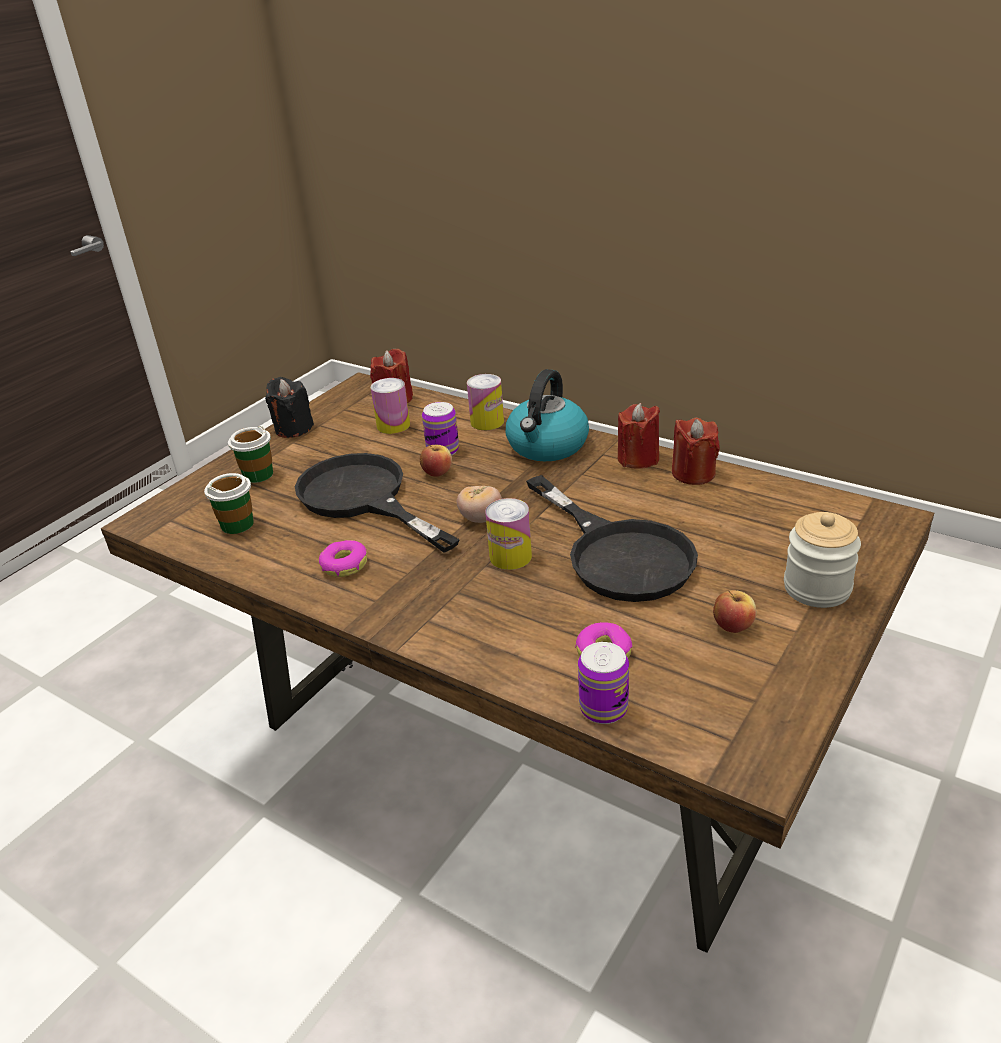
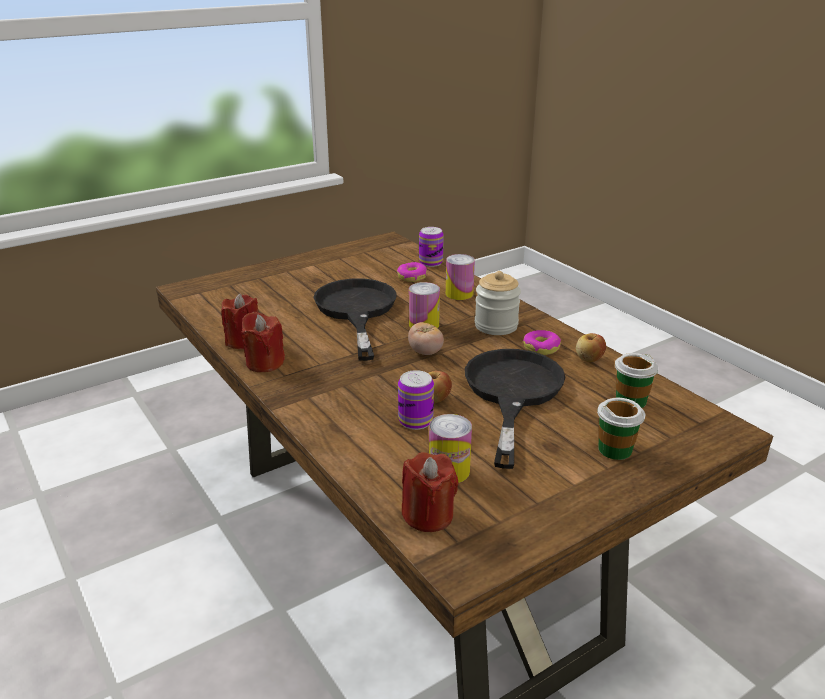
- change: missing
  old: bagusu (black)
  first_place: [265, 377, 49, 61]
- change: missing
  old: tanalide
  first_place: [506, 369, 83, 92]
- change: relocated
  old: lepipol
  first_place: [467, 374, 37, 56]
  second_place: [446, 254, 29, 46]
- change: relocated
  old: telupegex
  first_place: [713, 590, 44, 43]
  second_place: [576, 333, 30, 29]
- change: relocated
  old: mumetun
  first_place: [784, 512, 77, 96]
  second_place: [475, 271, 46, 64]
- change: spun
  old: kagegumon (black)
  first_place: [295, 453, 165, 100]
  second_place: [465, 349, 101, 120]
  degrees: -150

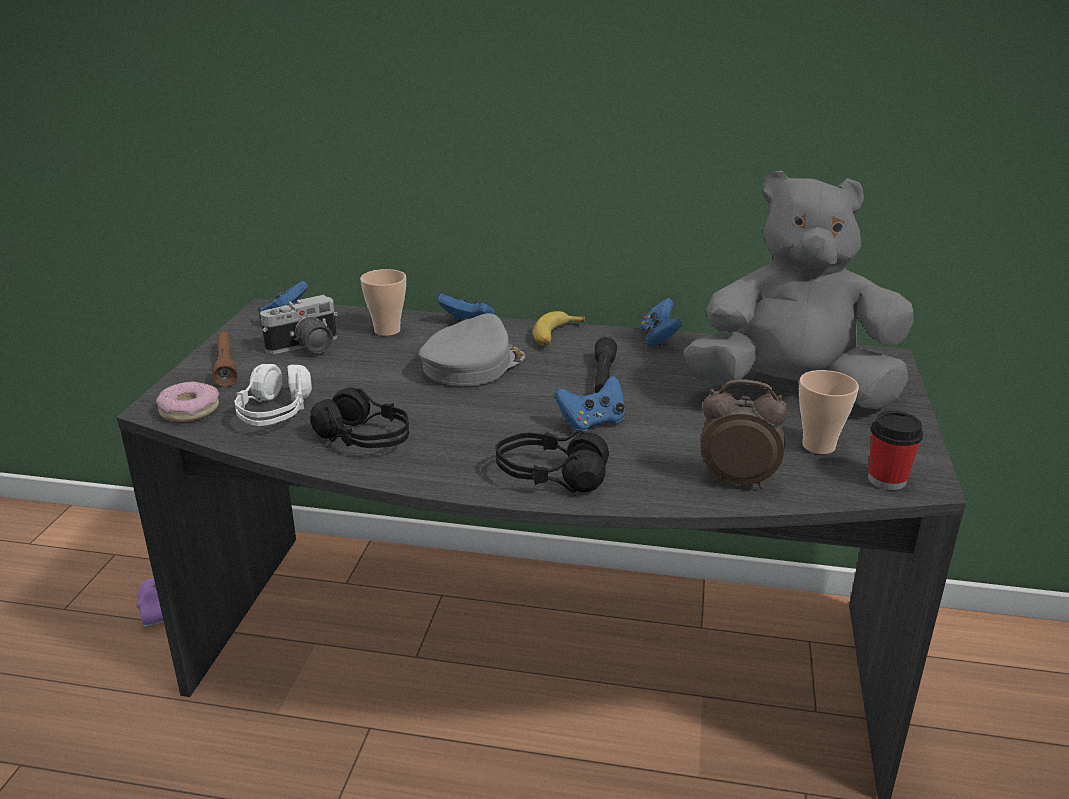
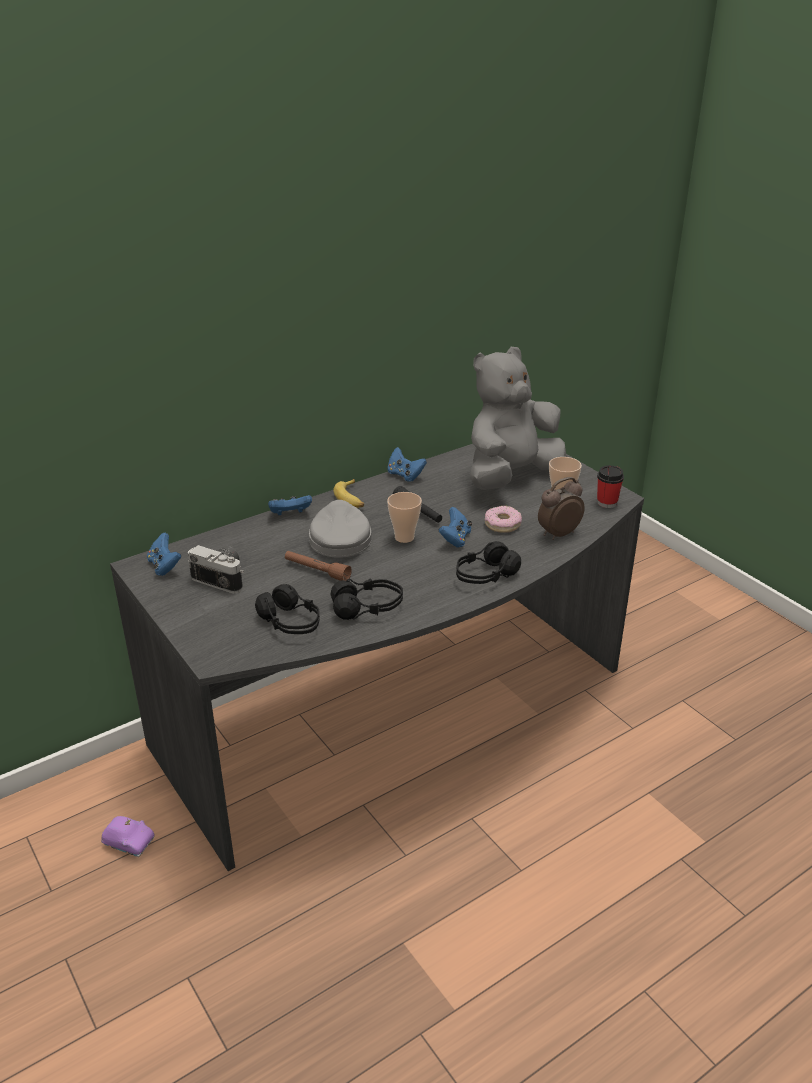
- change: relocated
  old: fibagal
  first_place: [156, 381, 63, 41]
  second_place: [485, 506, 37, 27]
- change: relocated
  old: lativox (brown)
  first_place: [213, 331, 25, 56]
  second_place: [285, 551, 67, 30]
- change: relocated
  old: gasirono
  first_place: [360, 269, 46, 67]
  second_place: [387, 492, 35, 51]
- change: colour
  old: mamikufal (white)
  new: mamikufal (black)
  first_place: [234, 364, 78, 62]
  second_place: [255, 584, 65, 50]
- change: spun
  old: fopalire
  first_place: [260, 295, 78, 59]
  second_place: [188, 545, 56, 49]
  degrees: -75

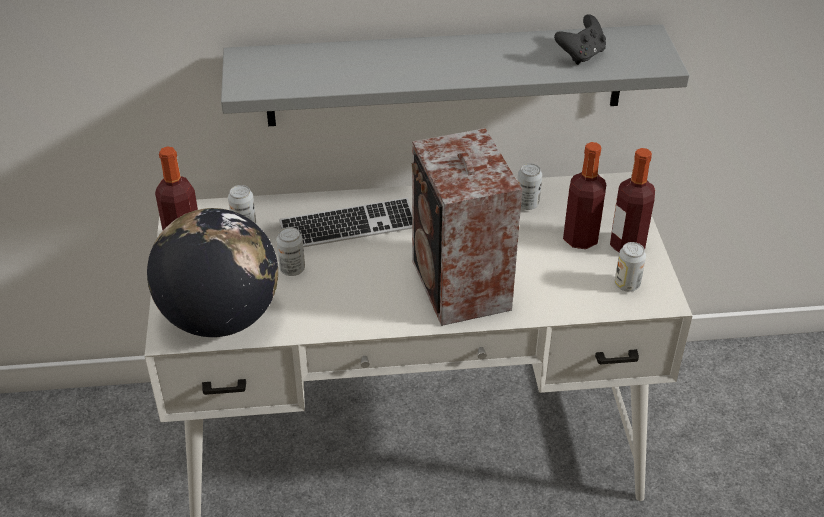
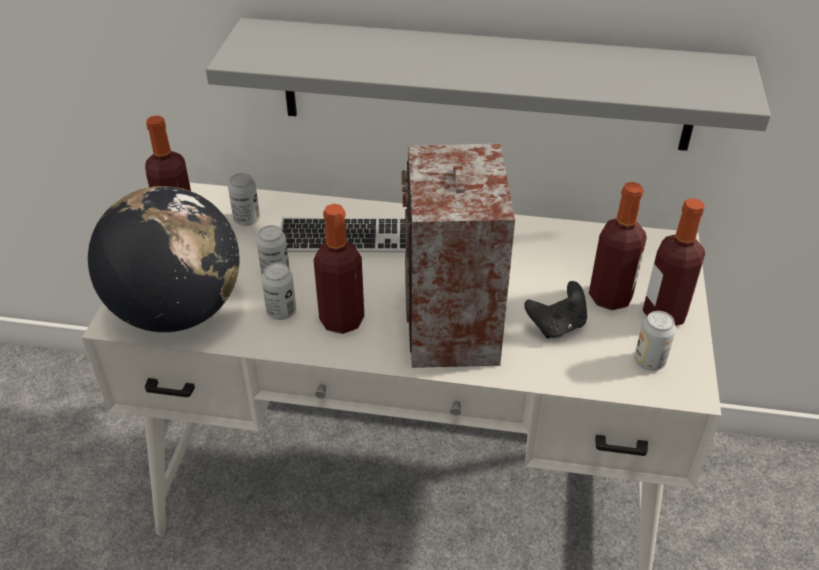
- change: appeared
  new: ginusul
  second_place: [314, 204, 50, 130]
- change: relocated
  old: lepipol
  first_place: [517, 163, 25, 47]
  second_place: [261, 263, 35, 57]
- change: relocated
  old: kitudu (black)
  first_place: [554, 14, 52, 51]
  second_place: [524, 281, 63, 58]

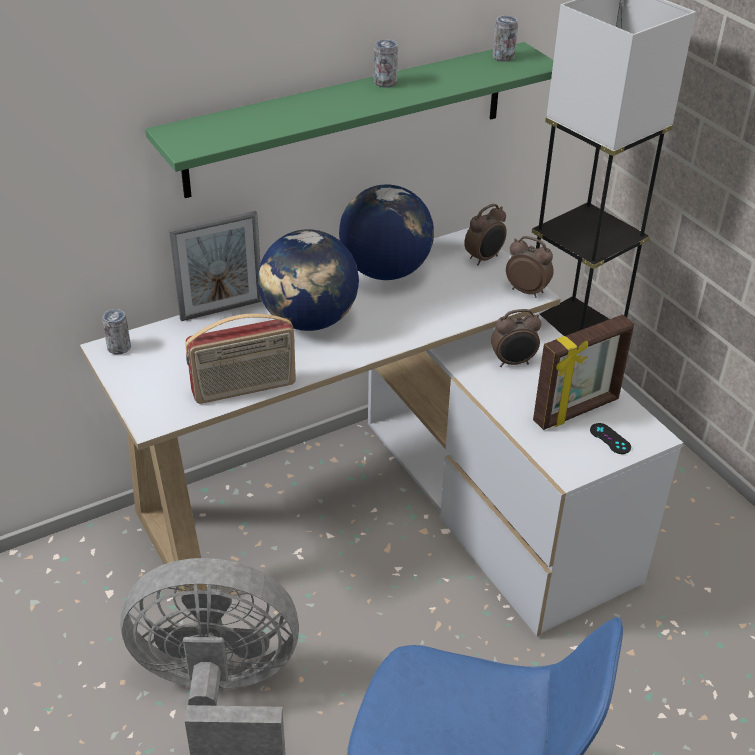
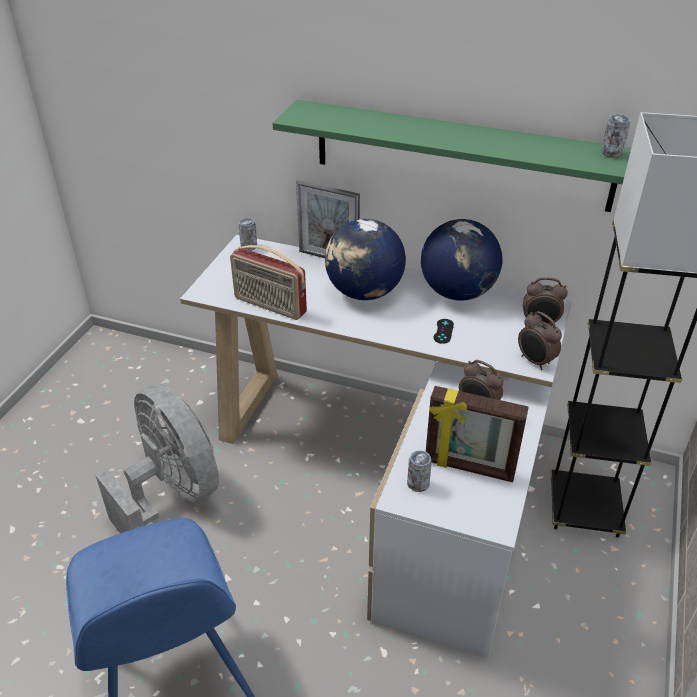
- change: relocated
  old: lepipol
  first_place: [374, 39, 24, 48]
  second_place: [407, 450, 25, 42]
- change: relocated
  old: kitudu (black)
  first_place: [590, 423, 41, 31]
  second_place: [434, 319, 20, 25]
- change: spun
  old: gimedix
  first_place: [506, 236, 48, 62]
  second_place: [518, 311, 44, 59]
  degrees: 150

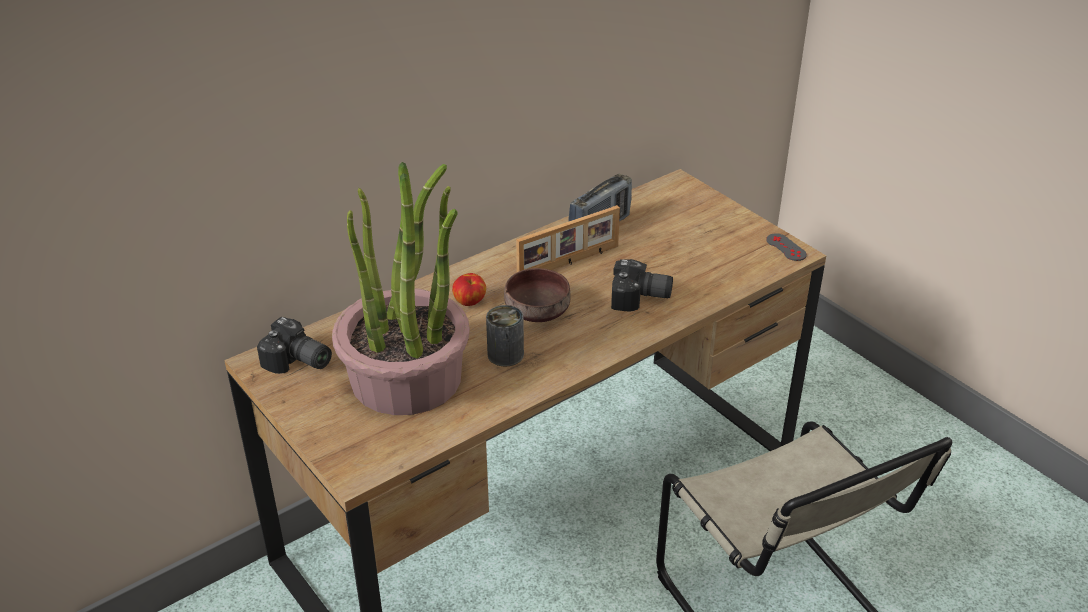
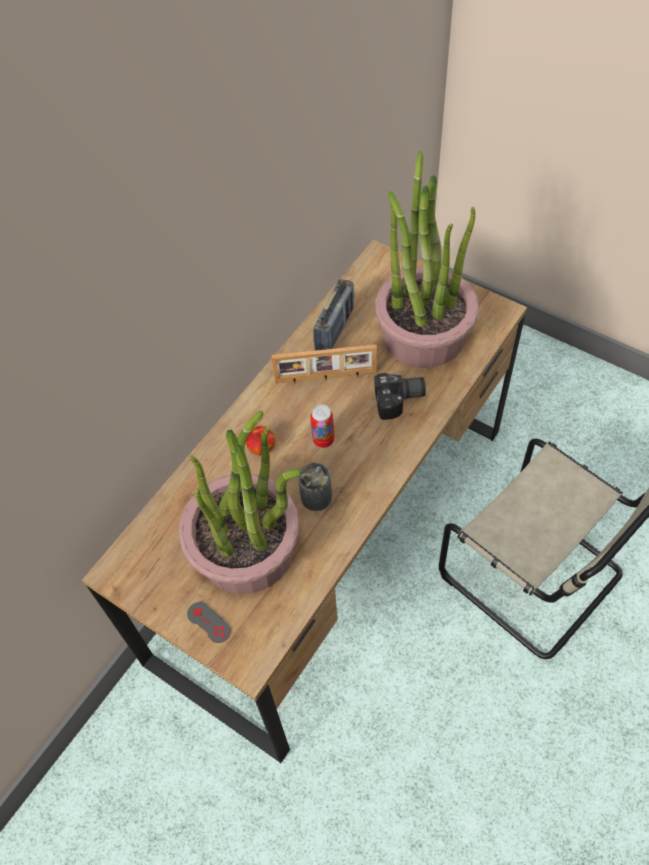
- change: missing
  old: fopalire
  first_place: [257, 317, 75, 57]
- change: appeared
  new: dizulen
  second_place: [375, 151, 104, 217]
- change: relocated
  old: kitudu (grey)
  first_place: [766, 233, 41, 28]
  second_place: [187, 602, 44, 41]
- change: exchanged
  old: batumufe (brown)
  new: lepipol
  first_place: [504, 268, 67, 54]
  second_place: [310, 405, 24, 43]
- change: spun
  old: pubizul
  first_place: [516, 205, 104, 67]
  second_place: [271, 345, 106, 39]
  degrees: 45

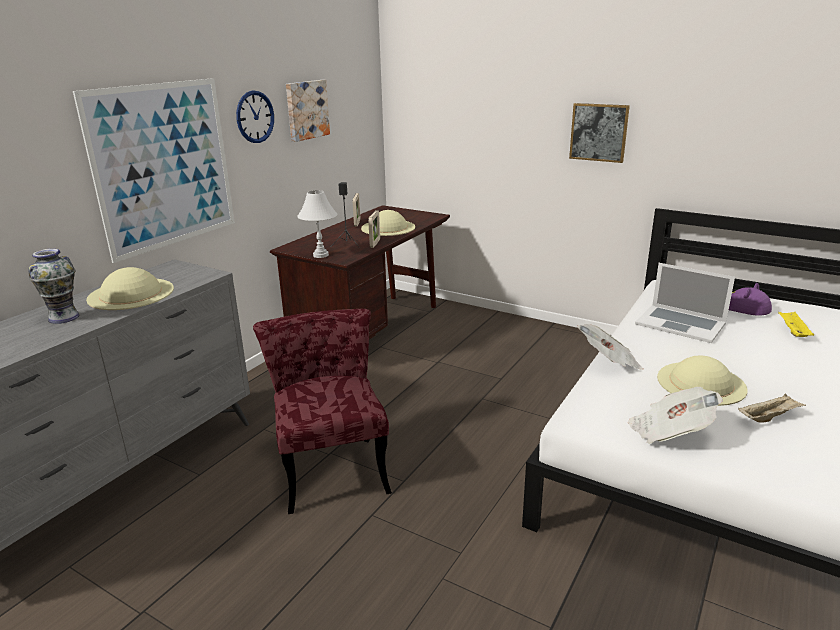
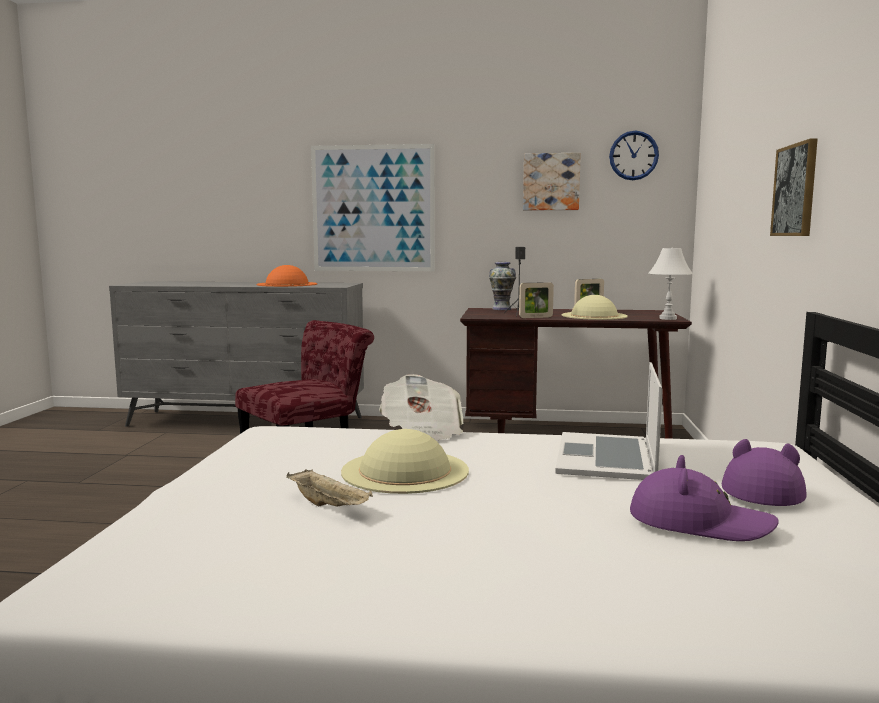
- change: missing
  old: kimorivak
  first_place: [628, 387, 95, 57]
- change: relocated
  old: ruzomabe
  first_place: [28, 248, 52, 76]
  second_place: [489, 262, 27, 48]
- change: relocated
  old: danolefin
  first_place: [236, 91, 38, 52]
  second_place: [609, 131, 50, 49]
- change: relocated
  old: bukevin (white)
  first_place: [297, 190, 40, 68]
  second_place: [648, 248, 45, 72]
- change: exchanged
  old: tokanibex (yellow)
  new: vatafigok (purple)
  first_place: [778, 312, 36, 25]
  second_place: [630, 455, 148, 86]
- change: colour
  old: vatafigok (beige)
  new: vatafigok (orange)
  first_place: [86, 267, 88, 43]
  second_place: [257, 265, 60, 22]

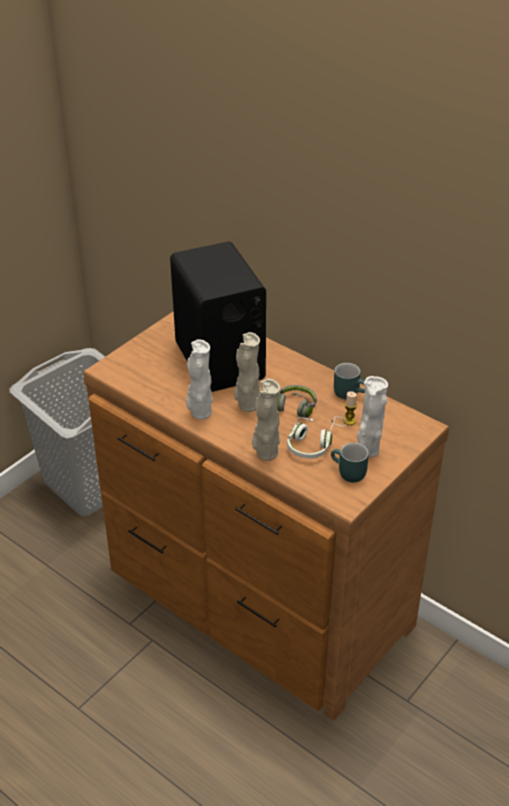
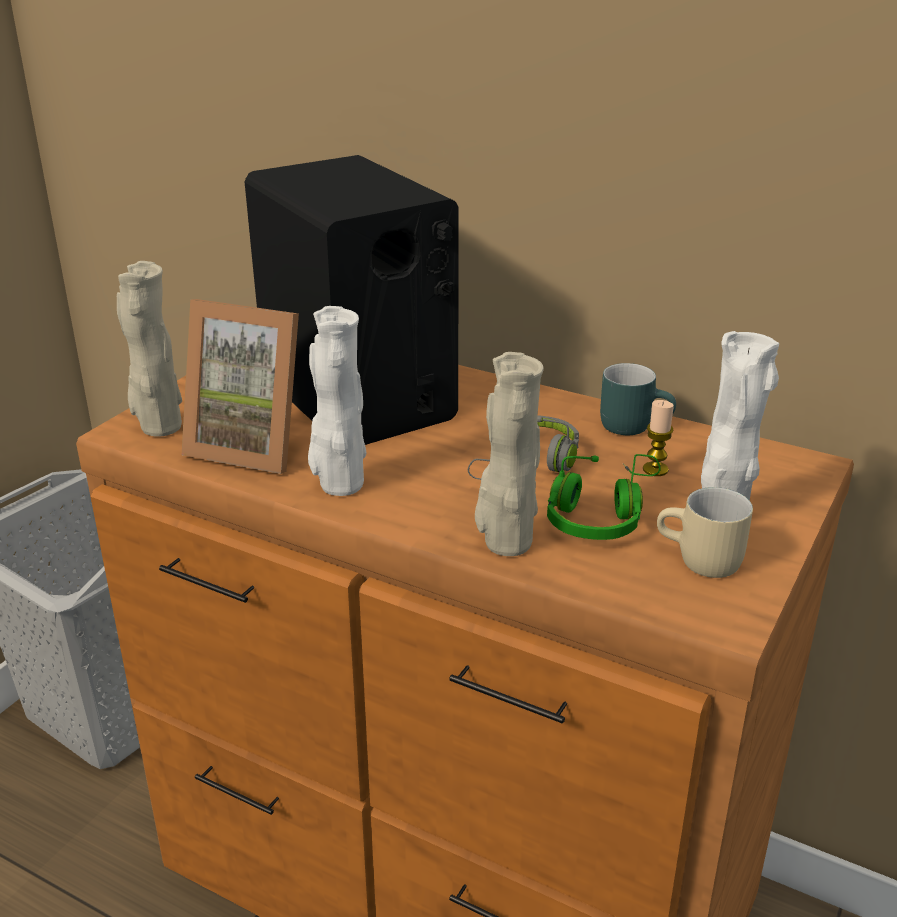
- change: appeared
  new: pubizul
  second_place: [182, 299, 117, 175]
- change: relocated
  old: ruzomabe (beige)
  first_place: [234, 332, 26, 80]
  second_place: [117, 261, 65, 176]
- change: colour
  old: mamikufal (white)
  new: mamikufal (green)
  first_place: [287, 416, 60, 43]
  second_place: [547, 454, 114, 86]
- change: colour
  old: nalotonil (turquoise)
  new: nalotonil (beige)
  first_place: [331, 443, 38, 40]
  second_place: [657, 487, 96, 91]

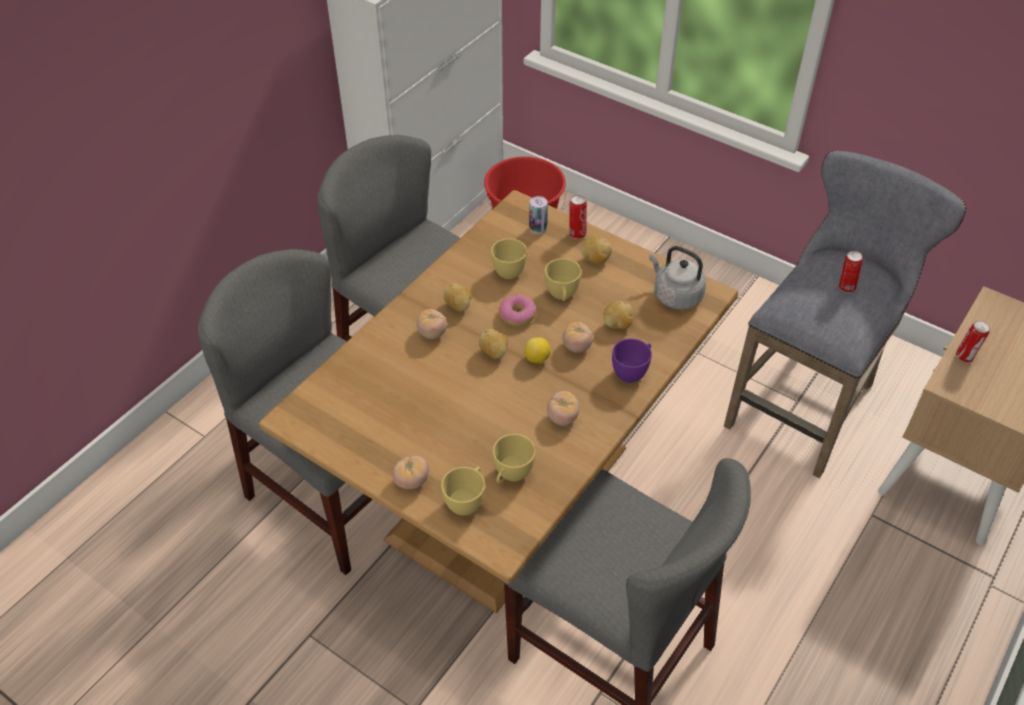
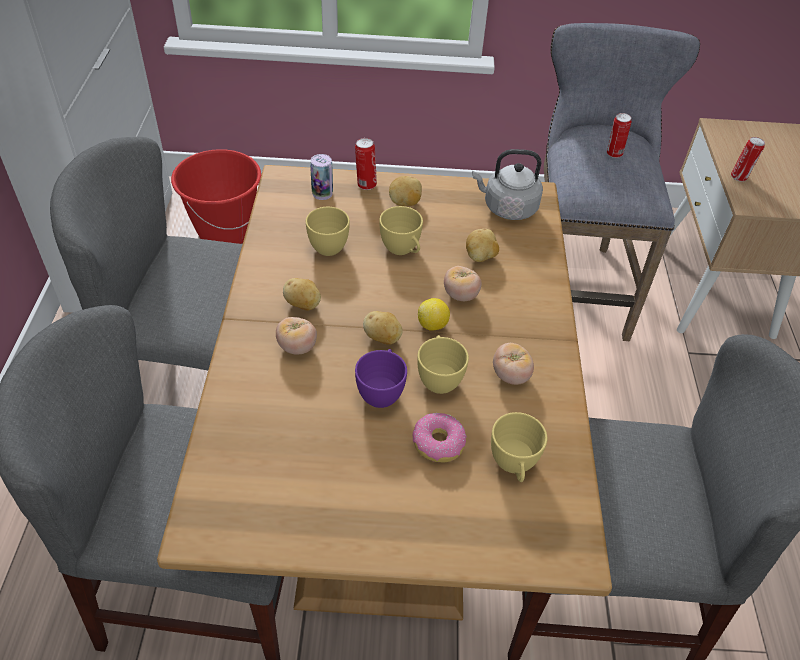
- change: missing
  old: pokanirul
  first_place: [392, 455, 37, 34]
- change: relocated
  old: gasirono (yellow)
  first_place: [441, 467, 44, 49]
  second_place: [417, 335, 52, 59]
- change: relocated
  old: fibagal
  first_place: [499, 294, 37, 33]
  second_place: [413, 413, 54, 49]
- change: relocated
  old: gasirono (purple)
  first_place: [612, 339, 40, 44]
  second_place: [355, 349, 52, 59]

